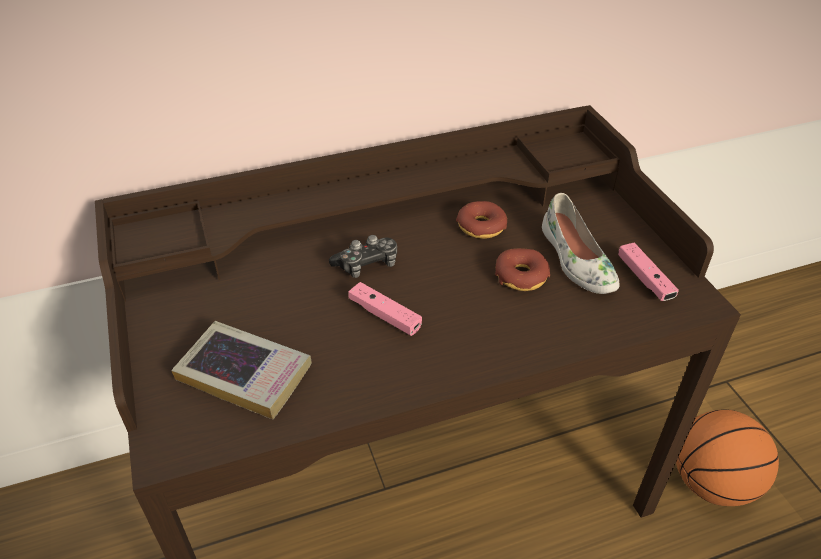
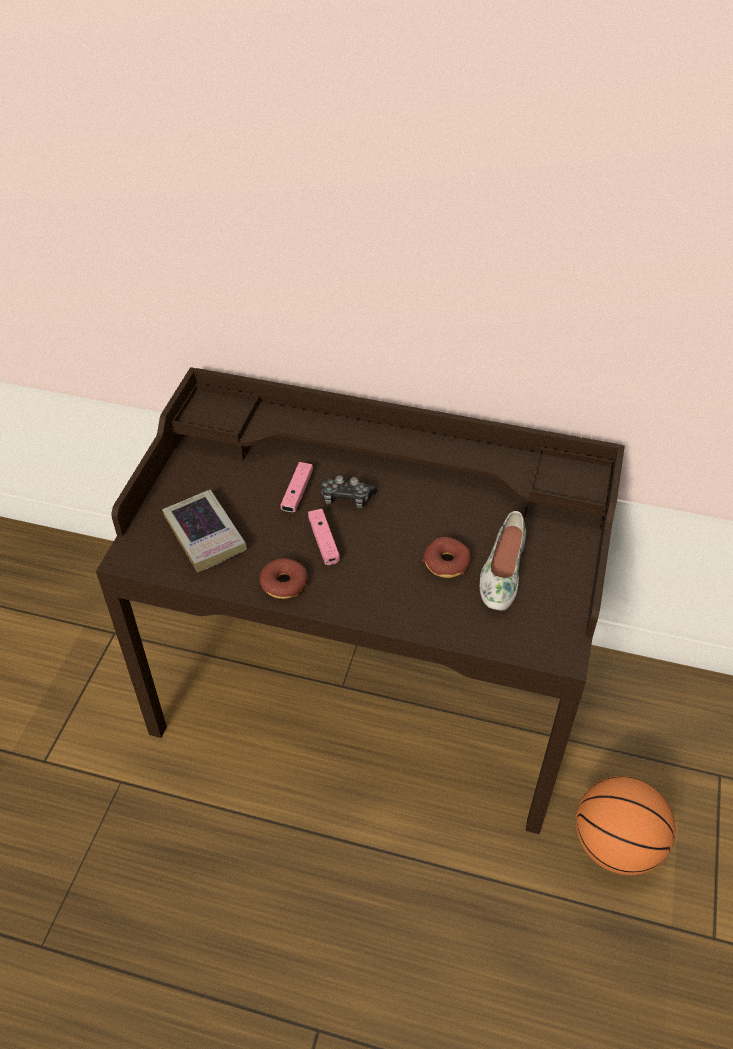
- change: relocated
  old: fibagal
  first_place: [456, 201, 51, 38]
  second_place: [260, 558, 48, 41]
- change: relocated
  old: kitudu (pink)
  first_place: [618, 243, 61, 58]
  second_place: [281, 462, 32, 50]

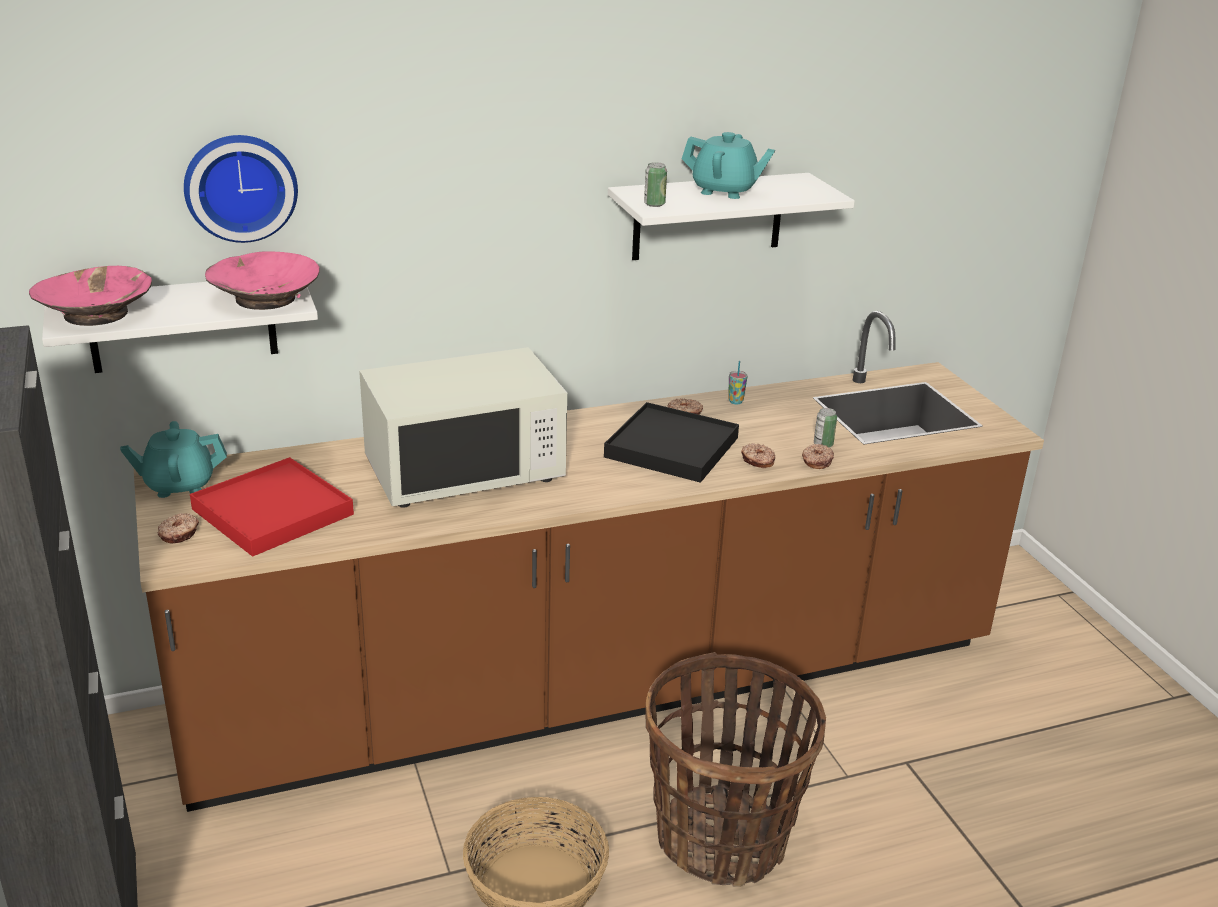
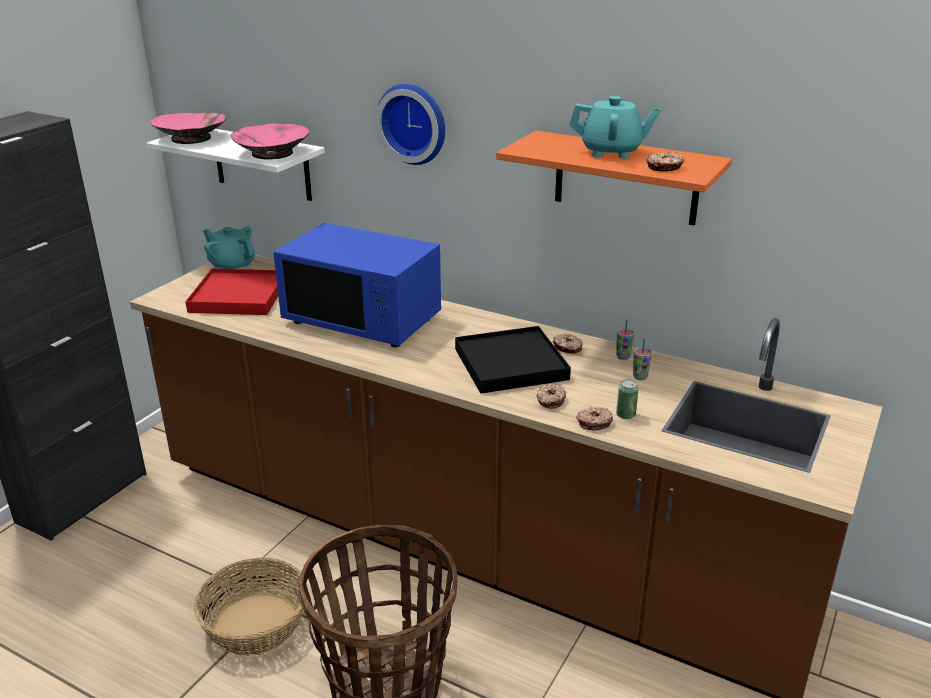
- change: missing
  old: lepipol
  first_place: [644, 162, 23, 45]
- change: appeared
  new: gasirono
  second_place: [633, 338, 19, 42]
- change: relocated
  old: fibagal
  first_place: [158, 513, 41, 31]
  second_place: [647, 152, 38, 20]
- change: relocated
  old: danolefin
  first_place: [184, 135, 114, 108]
  second_place: [376, 84, 69, 81]
- change: colour
  old: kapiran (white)
  new: kapiran (blue)
  first_place: [359, 347, 208, 161]
  second_place: [273, 223, 168, 124]
- change: colour
  old: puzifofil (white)
  new: puzifofil (orange)
  first_place: [608, 173, 247, 87]
  second_place: [496, 131, 236, 95]
- change: spun
  old: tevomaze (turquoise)
  first_place: [682, 132, 93, 67]
  second_place: [569, 96, 91, 62]
  degrees: -60

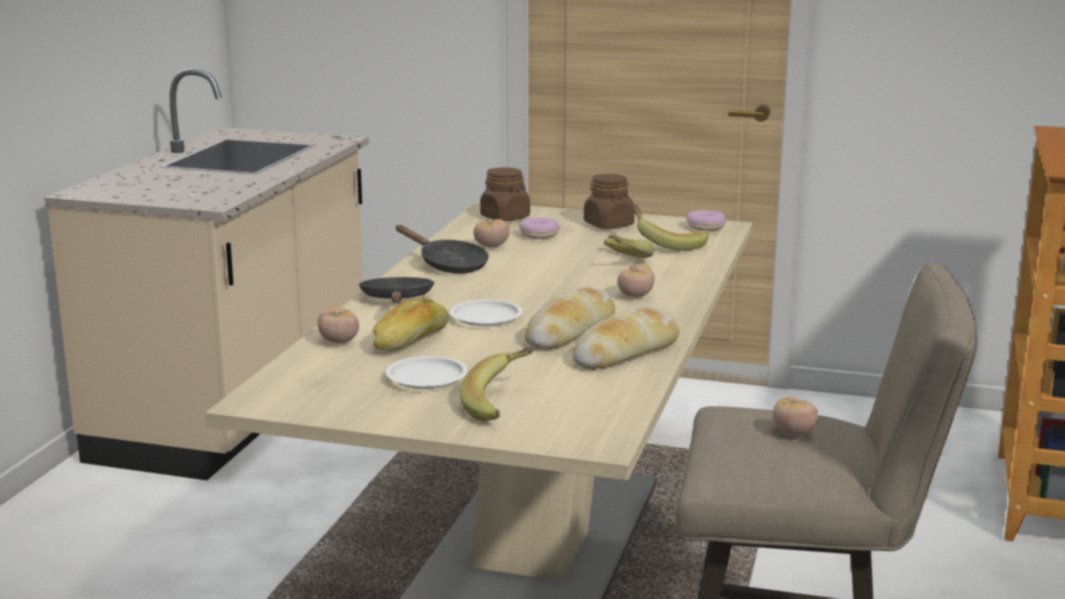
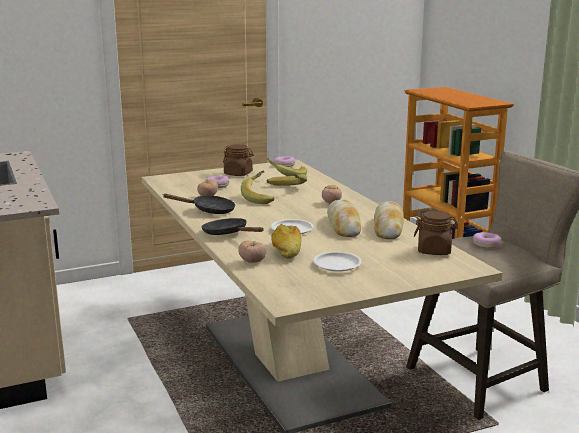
- change: relocated
  old: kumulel
  first_place: [460, 344, 82, 77]
  second_place: [241, 171, 33, 33]
- change: relocated
  old: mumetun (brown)
  first_place: [480, 167, 50, 54]
  second_place: [414, 211, 44, 44]
- change: exchanged
  old: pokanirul
  new: fibagal
  first_place: [773, 397, 45, 39]
  second_place: [473, 232, 29, 16]

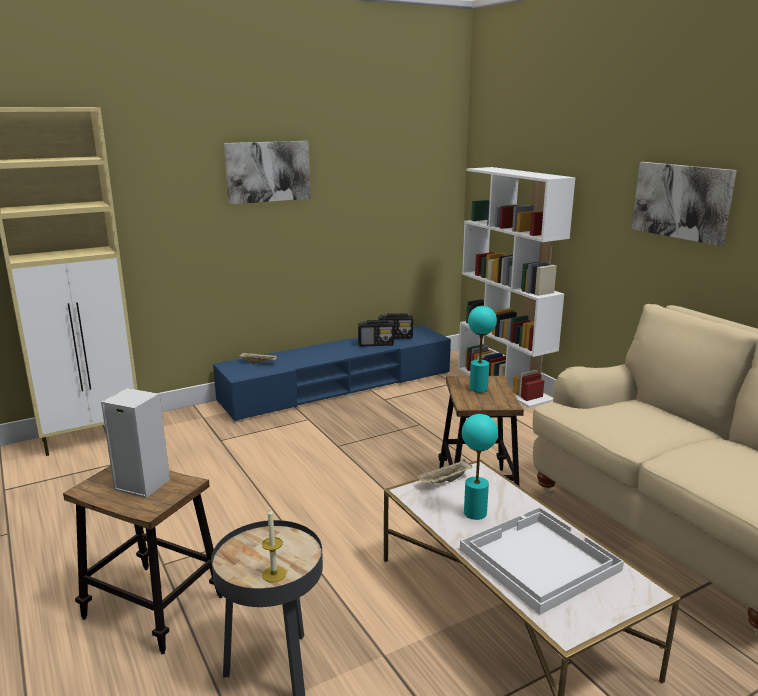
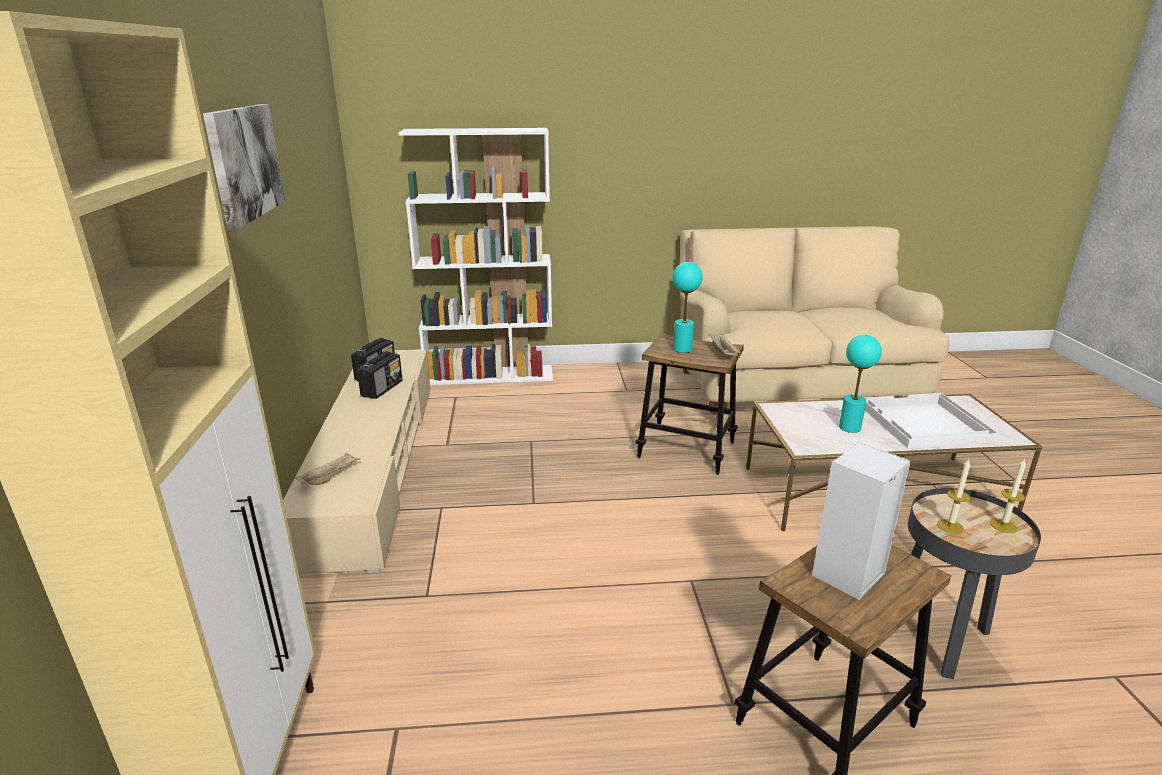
- change: missing
  old: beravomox
  first_place: [631, 162, 106, 84]
- change: appeared
  new: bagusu
  second_place: [937, 460, 34, 74]
- change: relocated
  old: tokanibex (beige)
  first_place: [417, 459, 55, 26]
  second_place: [709, 333, 31, 22]
- change: colour
  old: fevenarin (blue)
  new: fevenarin (beige)
  first_place: [213, 325, 238, 97]
  second_place: [283, 350, 147, 225]

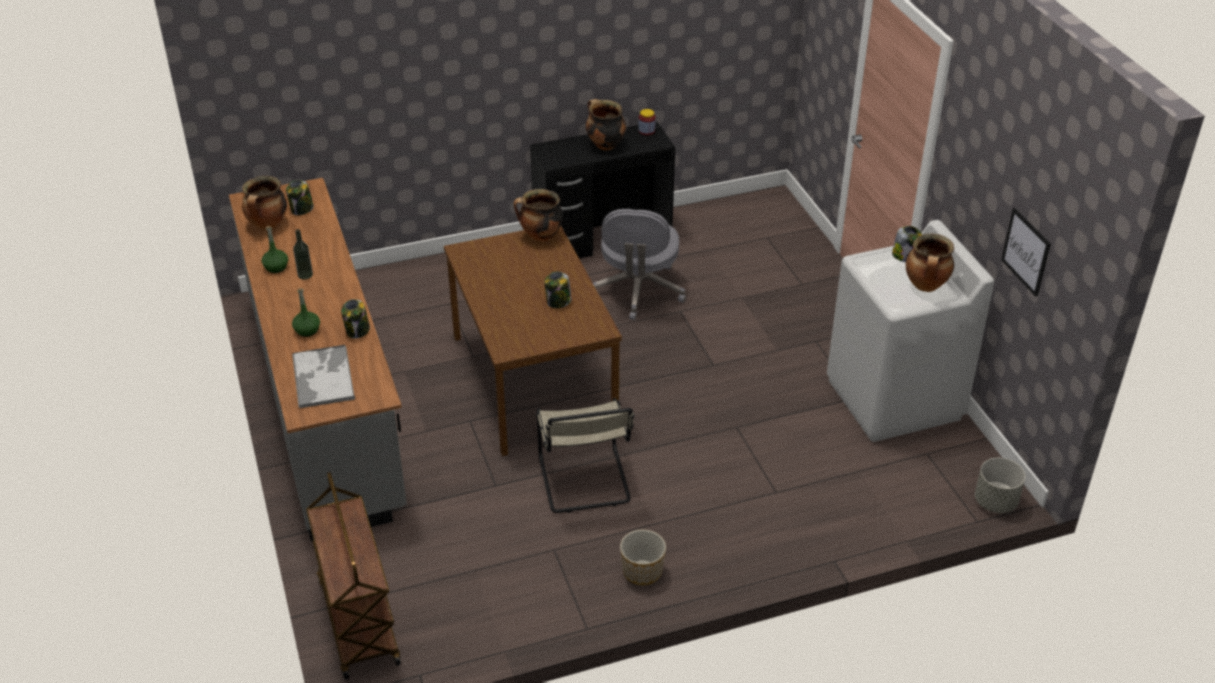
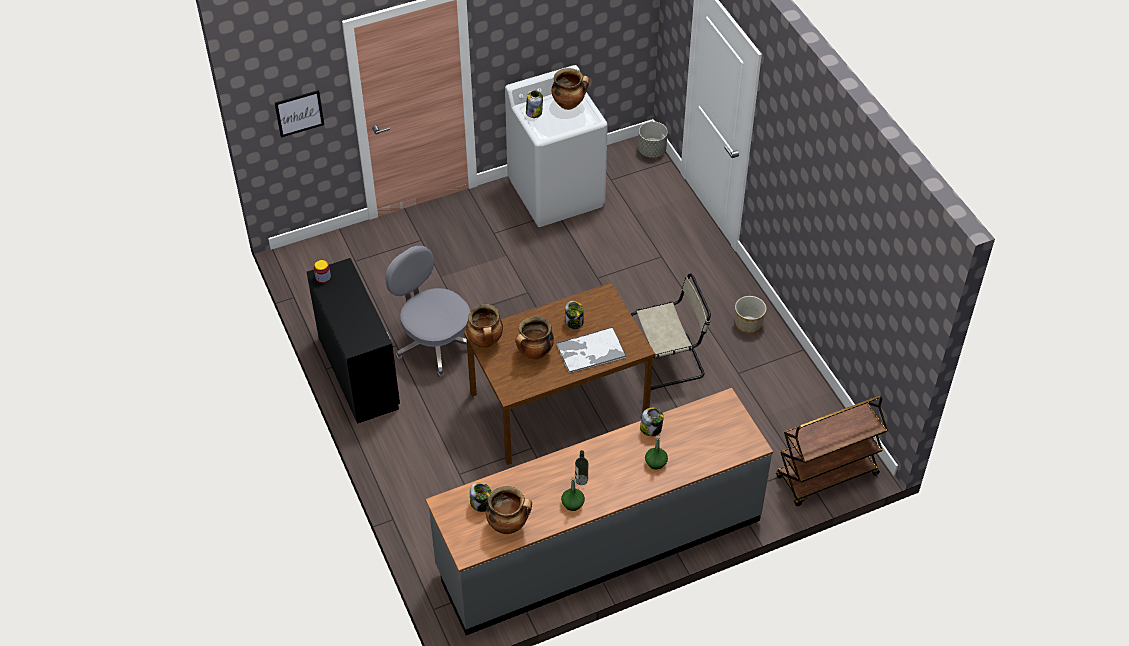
- change: relocated
  old: tokanibex
  first_place: [292, 345, 63, 63]
  second_place: [556, 327, 71, 46]
- change: relocated
  old: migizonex
  first_place: [586, 99, 40, 51]
  second_place: [515, 316, 39, 44]
- change: relocated
  old: beravomox
  first_place: [1001, 208, 50, 89]
  second_place: [275, 90, 49, 48]
- change: spun
  old: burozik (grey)
  first_place: [593, 209, 93, 111]
  second_place: [385, 246, 85, 132]
  degrees: -135

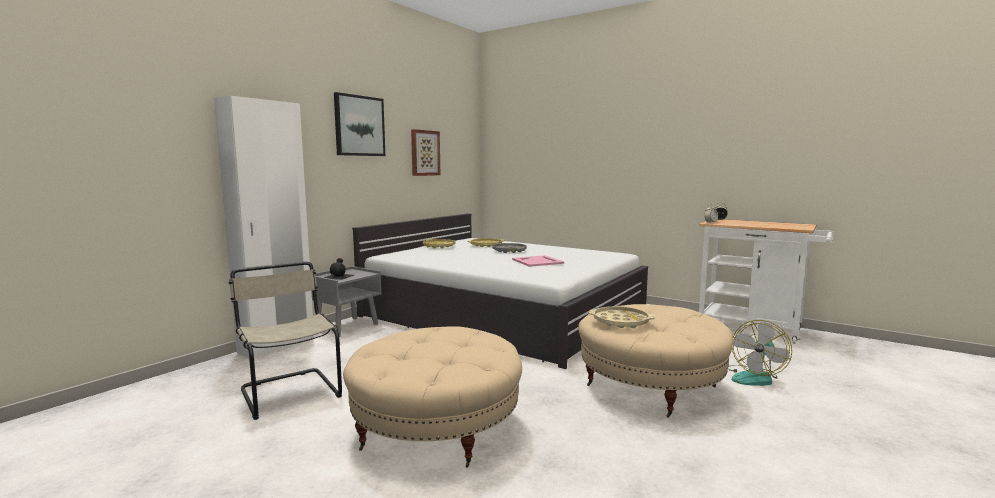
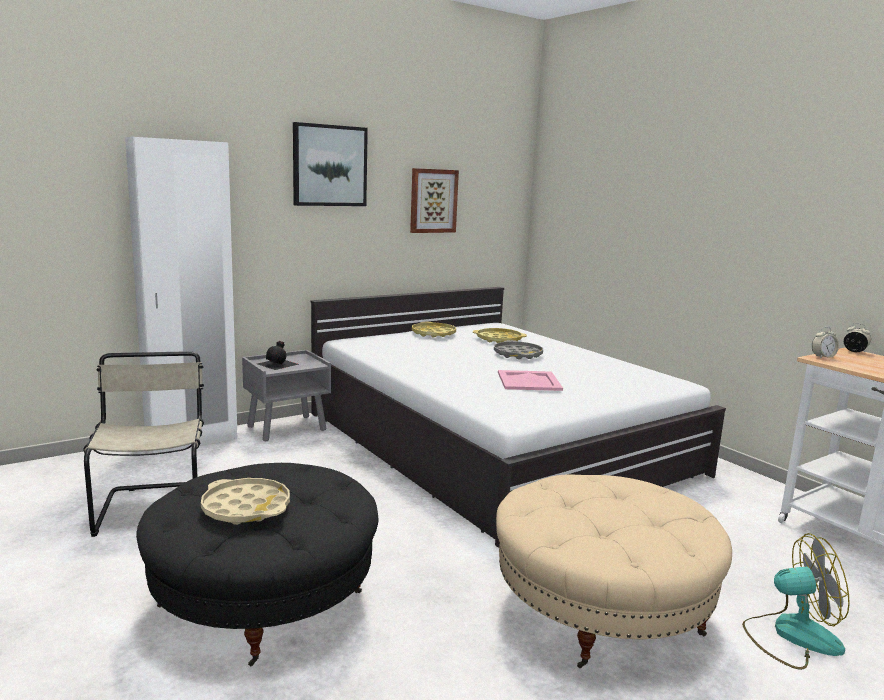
- change: relocated
  old: tokanibex (beige)
  first_place: [588, 306, 67, 22]
  second_place: [201, 478, 89, 47]
- change: colour
  old: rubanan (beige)
  new: rubanan (black)
  first_place: [343, 326, 179, 142]
  second_place: [136, 463, 243, 203]
- change: spun
  old: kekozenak
  first_place: [728, 320, 64, 66]
  second_place: [742, 533, 108, 137]
  degrees: -150

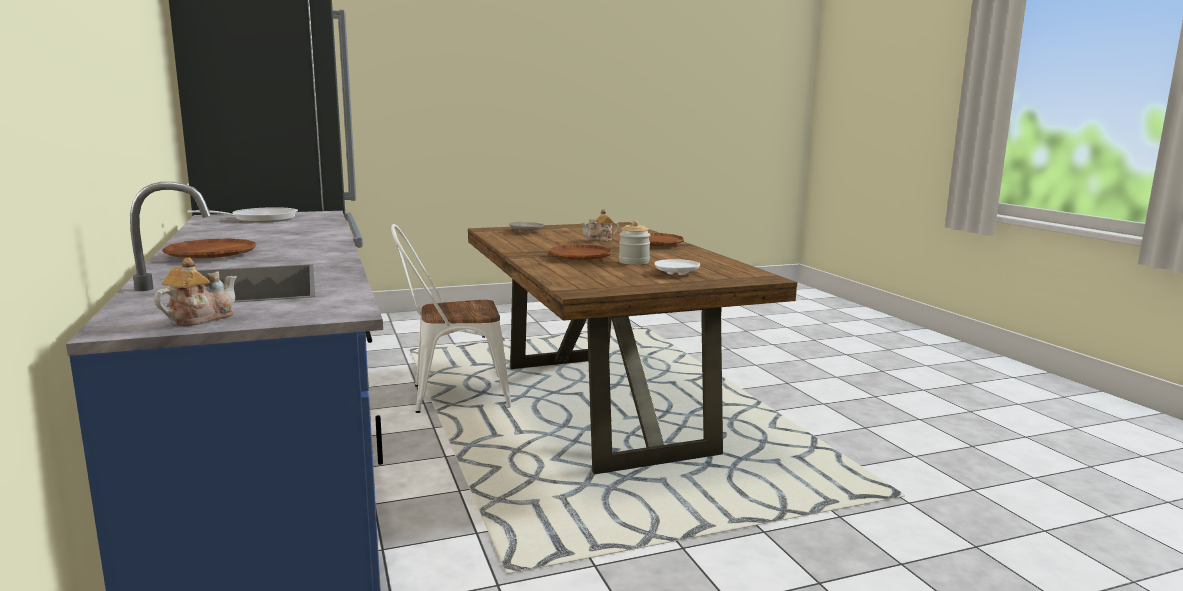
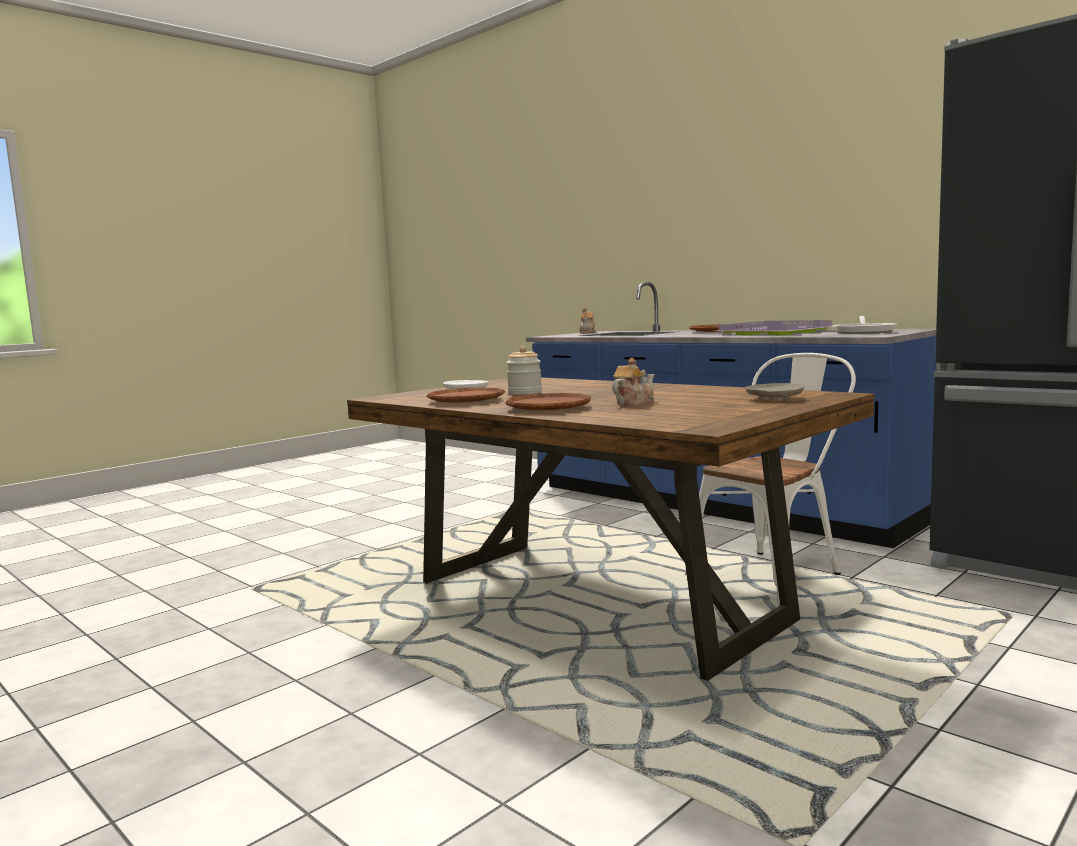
- change: appeared
  new: tokanibex (purple)
  second_place: [717, 320, 118, 15]
- change: relocated
  old: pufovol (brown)
  first_place: [548, 245, 64, 15]
  second_place: [427, 387, 78, 16]

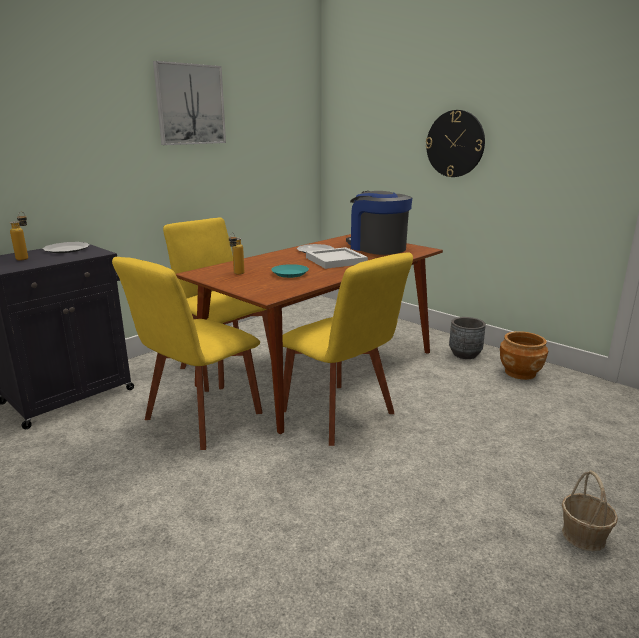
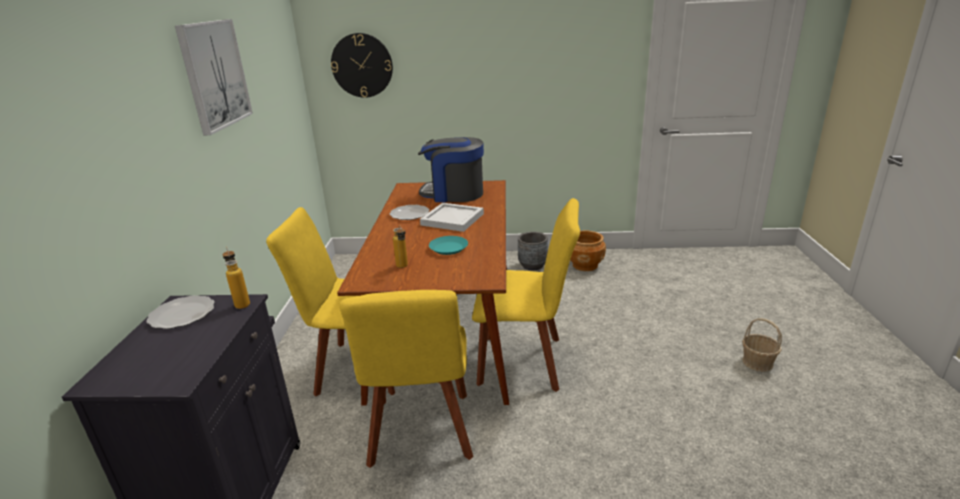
- change: relocated
  old: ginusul
  first_place: [10, 212, 18, 49]
  second_place: [223, 247, 27, 62]
- change: relocated
  old: danolefin
  first_place: [426, 110, 59, 67]
  second_place: [331, 33, 62, 65]

